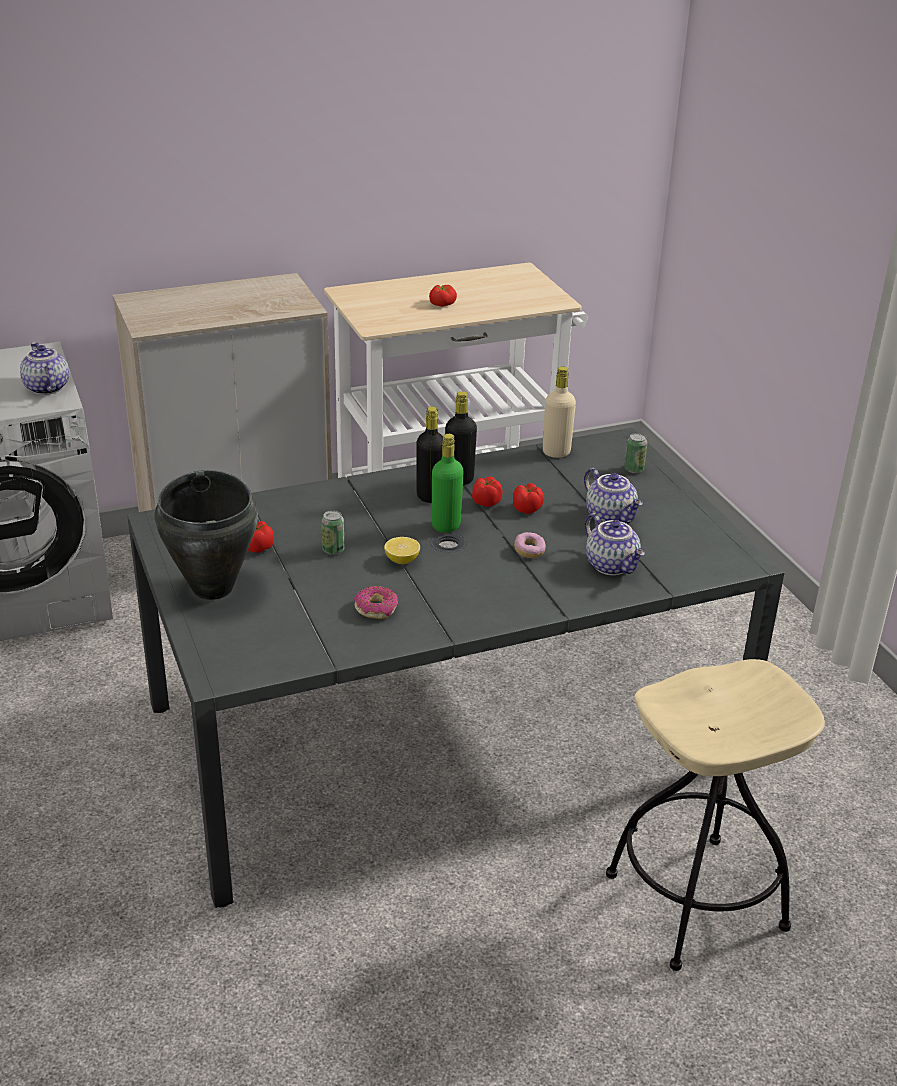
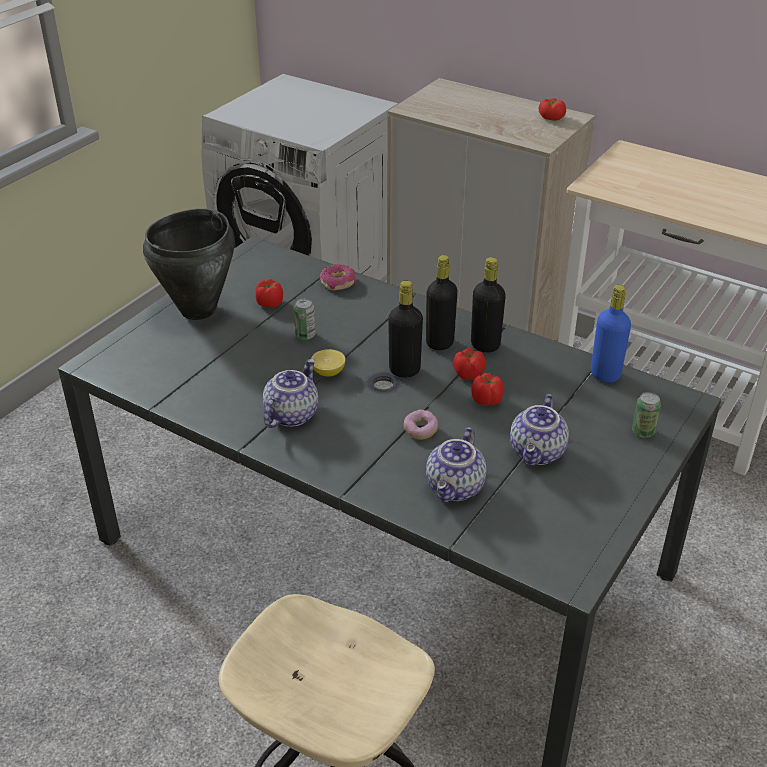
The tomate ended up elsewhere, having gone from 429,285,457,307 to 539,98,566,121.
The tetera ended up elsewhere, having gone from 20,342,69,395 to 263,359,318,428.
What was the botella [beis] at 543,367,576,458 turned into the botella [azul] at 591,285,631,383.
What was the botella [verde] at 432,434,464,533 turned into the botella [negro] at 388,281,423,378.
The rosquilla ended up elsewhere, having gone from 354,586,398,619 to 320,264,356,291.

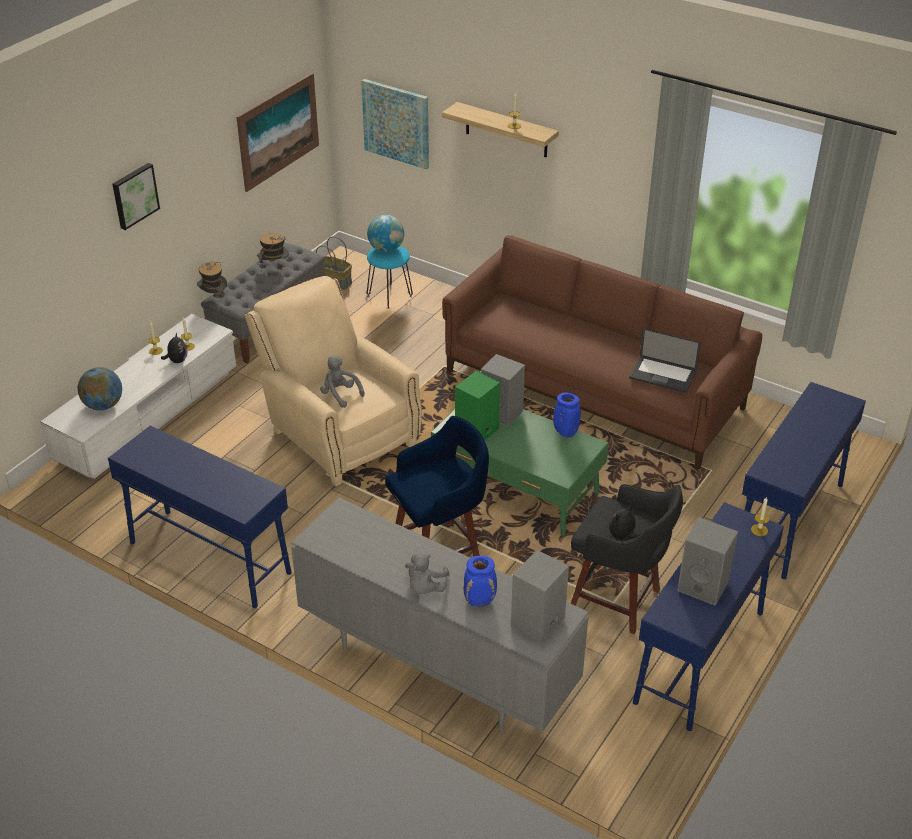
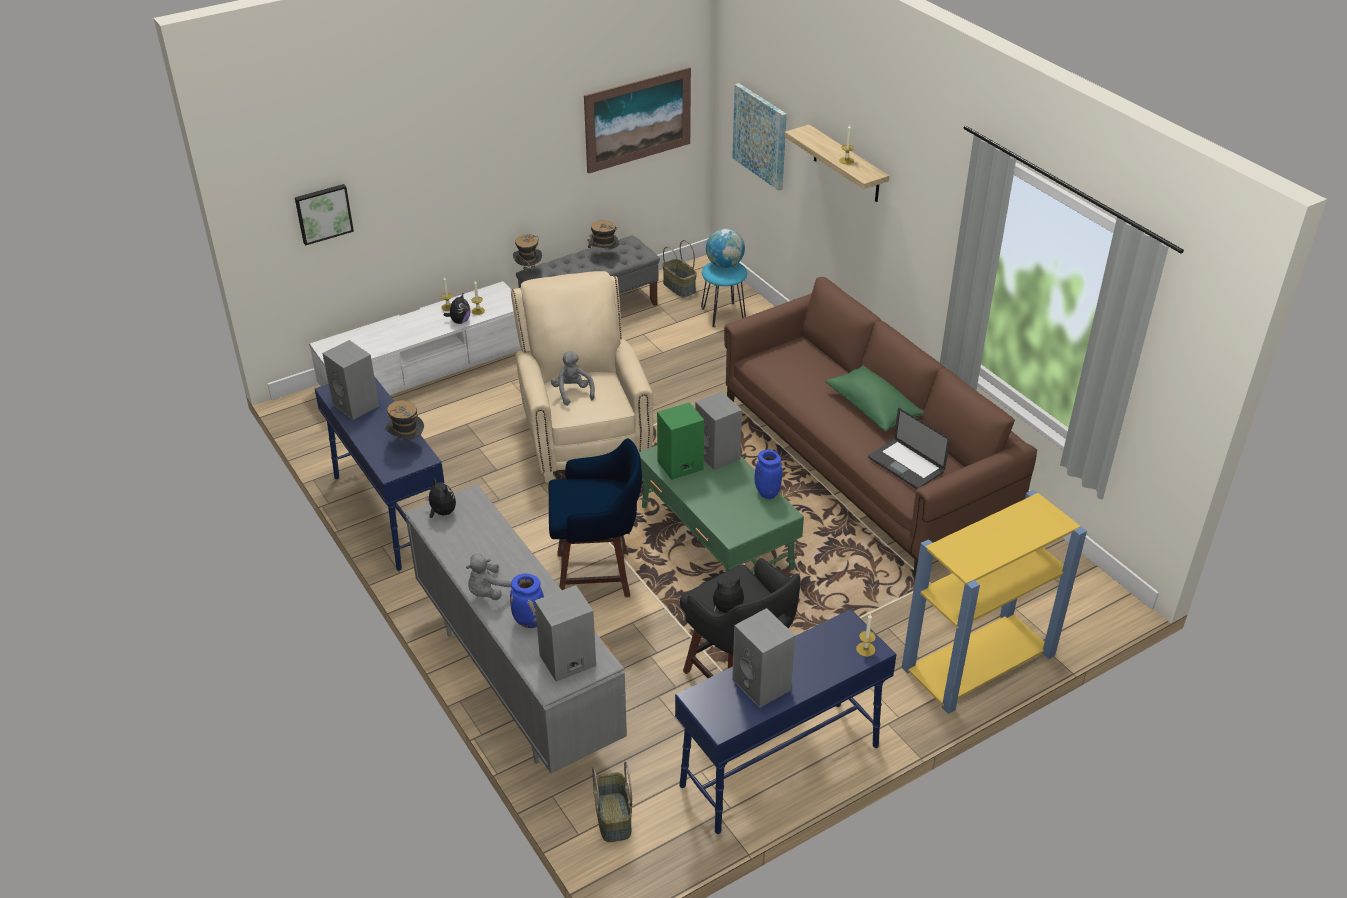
The cuadro ended up elsewhere, having gone from 112,163,160,230 to 295,184,354,245.
The second view lost the globo terráqueo at 78,367,122,410.
Where the mesa consola [azul] stood at 742,382,866,579, the estantería [amarillo] came to stand at 901,490,1087,714.
The second view gained the altavoz [gris] at 322,340,379,420.
The second view gained the cojín [verde] at 825,366,924,432.
The second view gained the sombrero at 385,400,424,440.
The second view gained the peluche at 425,478,456,518.
The second view gained the cesta at 592,762,632,842.

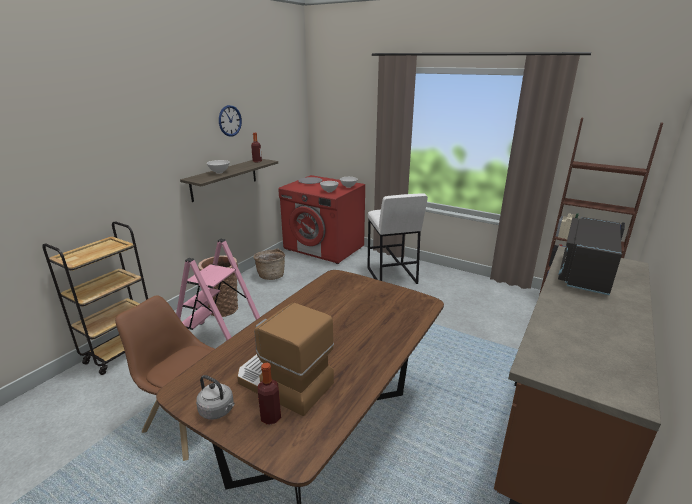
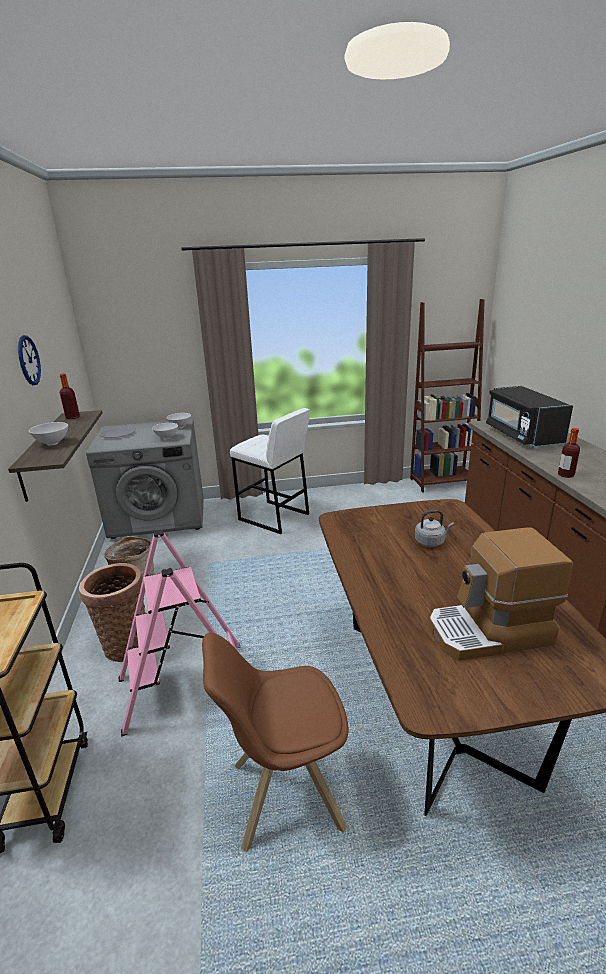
What was the lavadora [rojo] at 278,175,365,264 turned into the lavadora [gris] at 86,419,204,539.
The botella ended up elsewhere, having gone from 258,363,281,425 to 558,428,580,478.
The hervidor [gris] ended up elsewhere, having gone from 196,375,235,420 to 415,510,454,547.

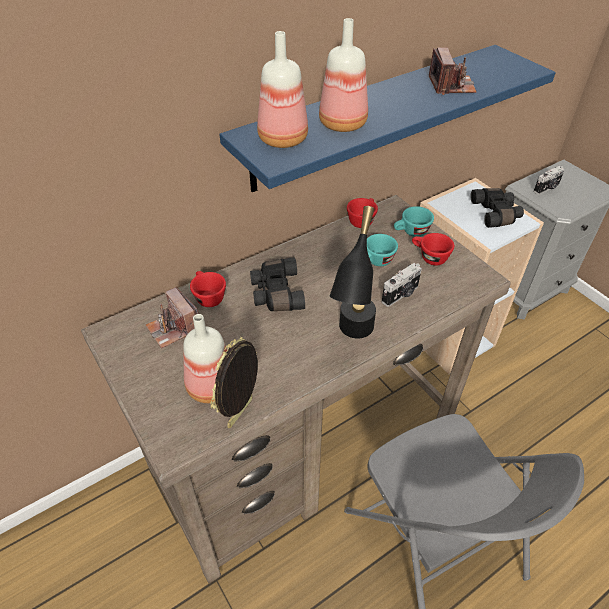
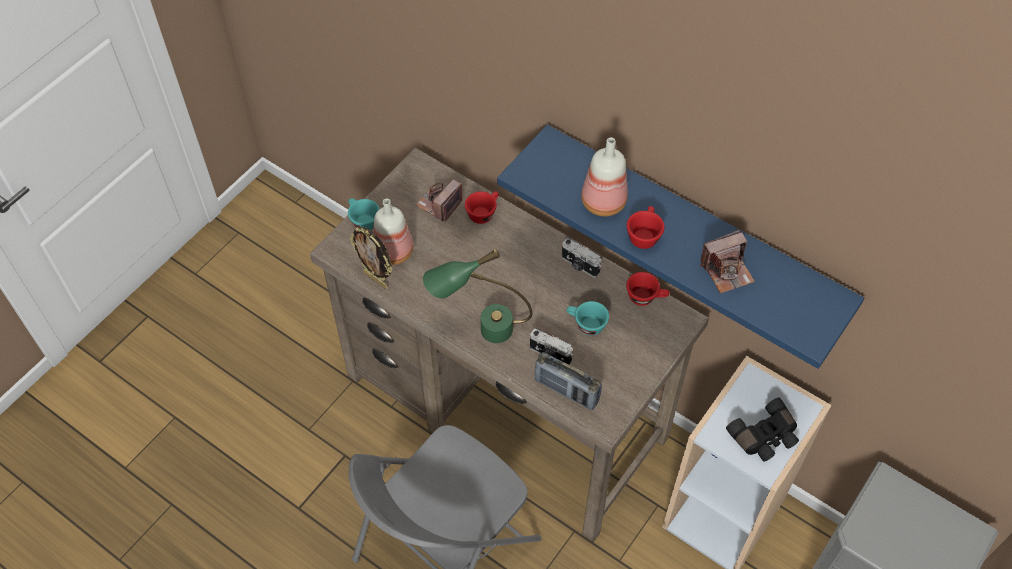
The second view lost the botella at 257,31,308,148.
The cámara ended up elsewhere, having gone from 533,166,565,195 to 562,238,601,277.
What was the lámpara de mesa [negro] at 330,206,376,339 turned into the lámpara de mesa [verde] at 423,249,533,343.
The taza [turquesa] ended up elsewhere, having gone from 394,206,434,237 to 348,198,380,230.
The taza [rojo] ended up elsewhere, having gone from 412,233,454,265 to 627,206,664,249.
The second view lost the prismáticos [negro] at 250,257,305,311.
The portarretratos at 210,337,258,428 ended up facing another way, 150 degrees counterclockwise from before.
The second view gained the radio at 535,352,602,410.

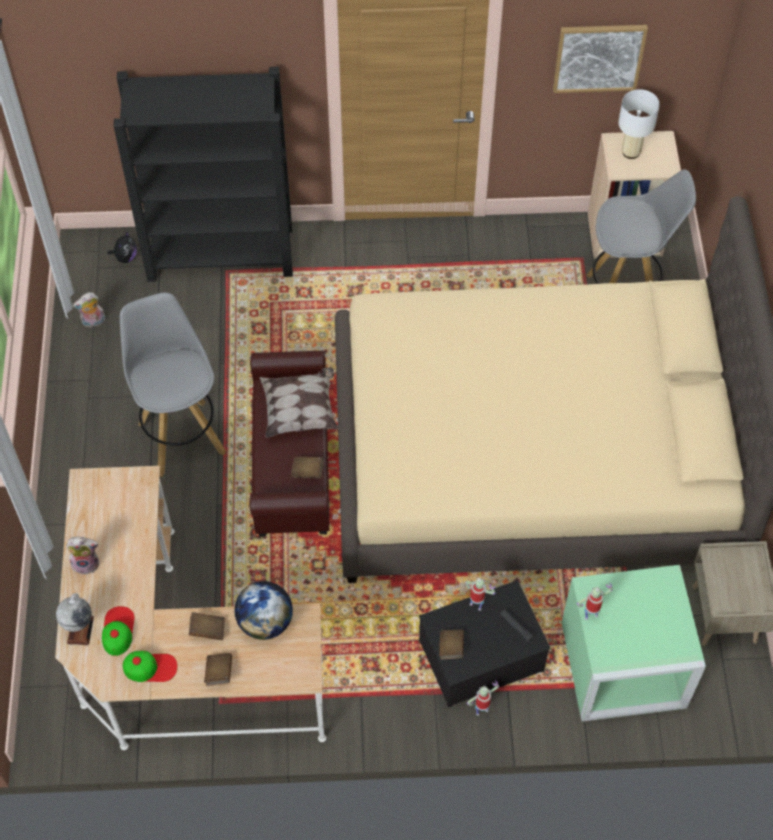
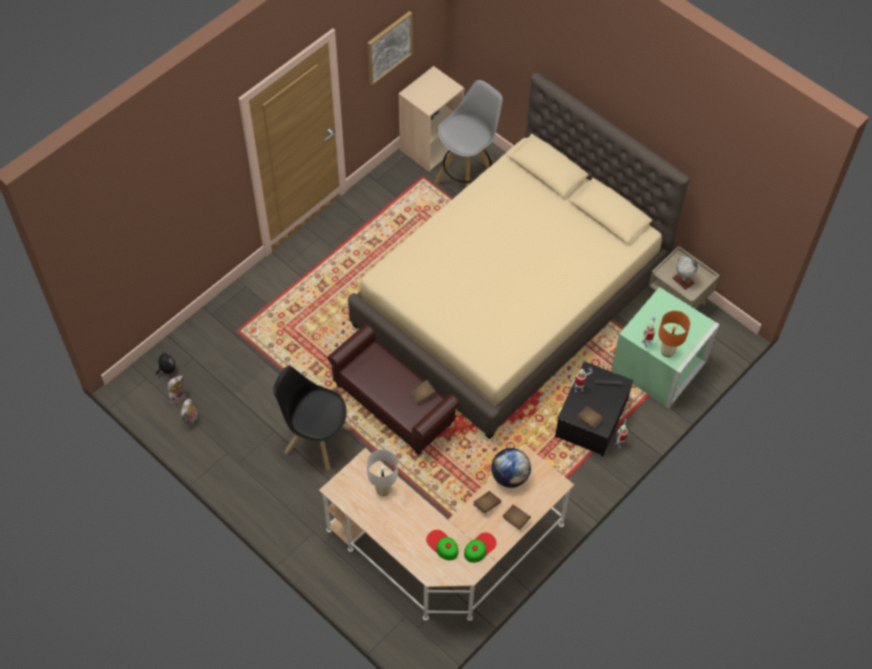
The second view lost the estantería [negro] at 113,67,293,282.
The lámpara de mesa [blanco] ended up elsewhere, having gone from 618,89,660,159 to 367,449,398,496.
Where the taburete [gris] stood at 120,292,226,477, the silla [negro] came to stand at 273,366,352,471.
The second view lost the cojín at 259,368,339,438.
The peluche ended up elsewhere, having gone from 66,537,100,575 to 168,376,186,404.
The globo terráqueo ended up elsewhere, having gone from 56,593,94,645 to 672,256,698,290.
The second view gained the lámpara de mesa [naranja] at 658,311,690,357.

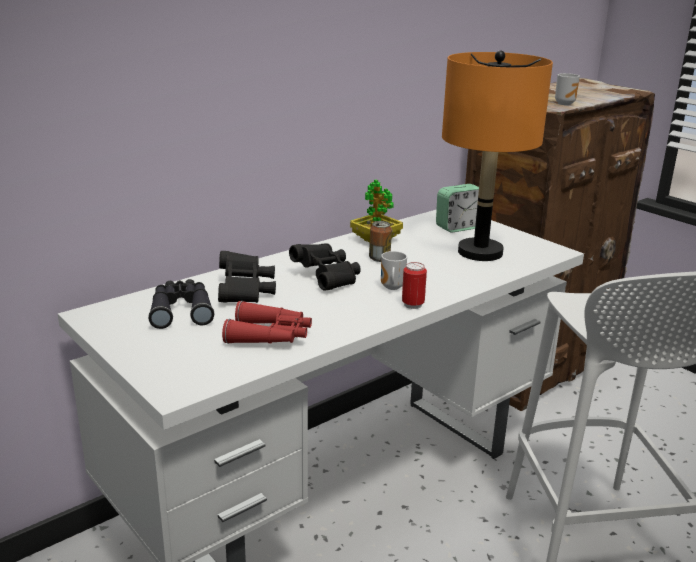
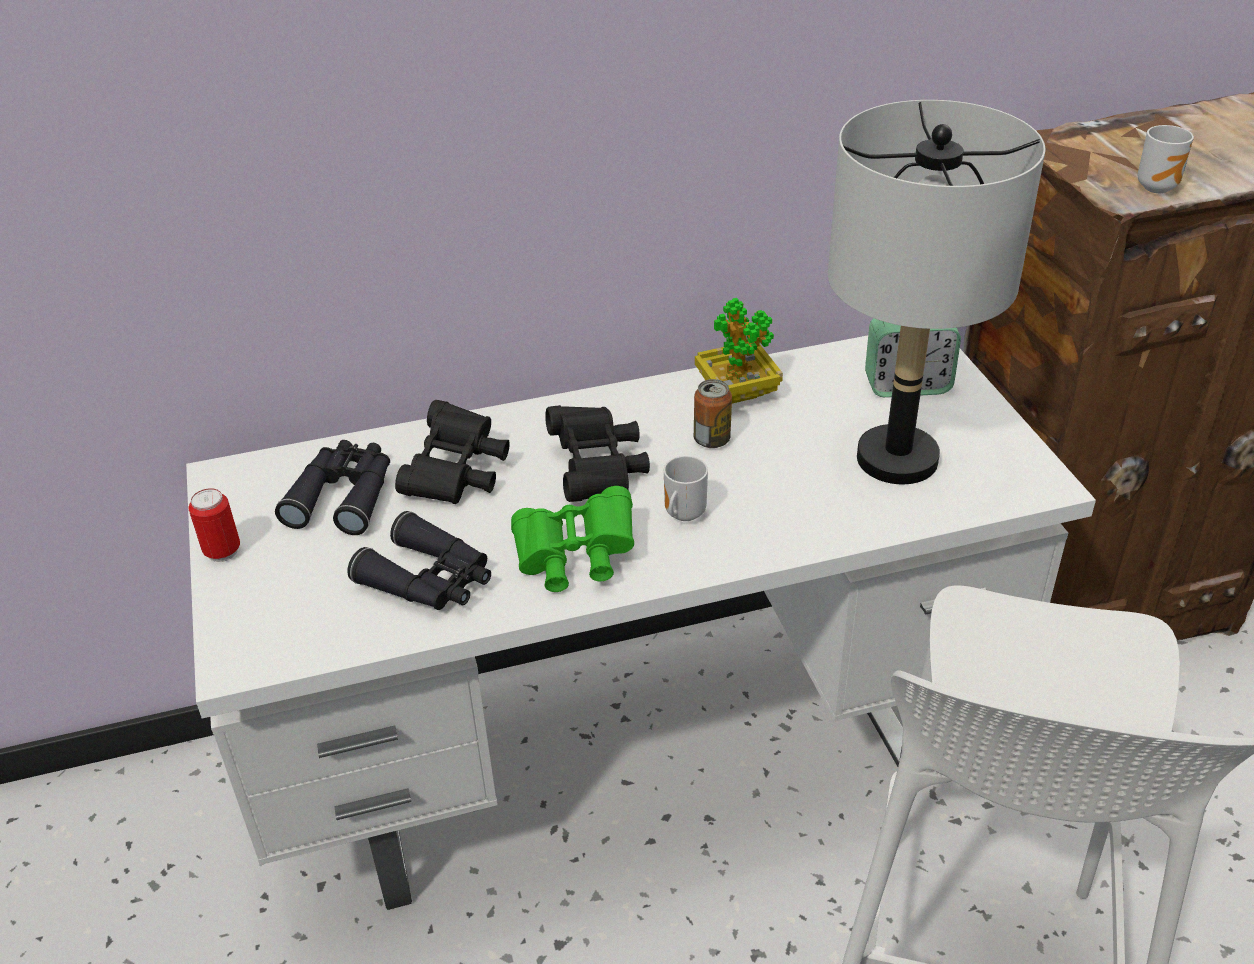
What was the lámpara de mesa [naranja] at 442,51,553,261 turned into the lámpara de mesa [gris] at 828,100,1046,484.
The lata ended up elsewhere, having gone from 402,262,427,309 to 188,488,240,562.
What was the prismáticos [rojo] at 222,301,312,344 turned into the prismáticos [negro] at 347,511,491,610.
The second view gained the prismáticos [verde] at 511,486,634,592.

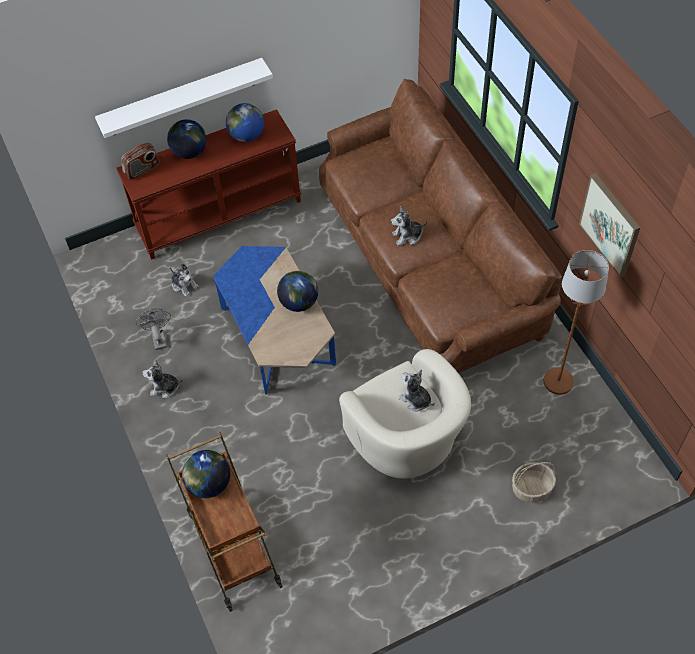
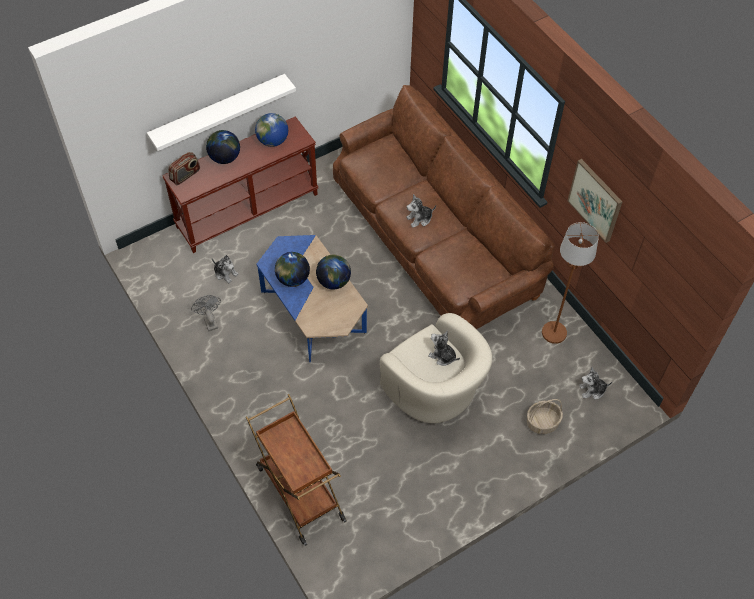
The peluche ended up elsewhere, having gone from 142,360,183,398 to 579,367,613,400.
The globo terráqueo ended up elsewhere, having gone from 182,450,230,498 to 275,252,310,287.

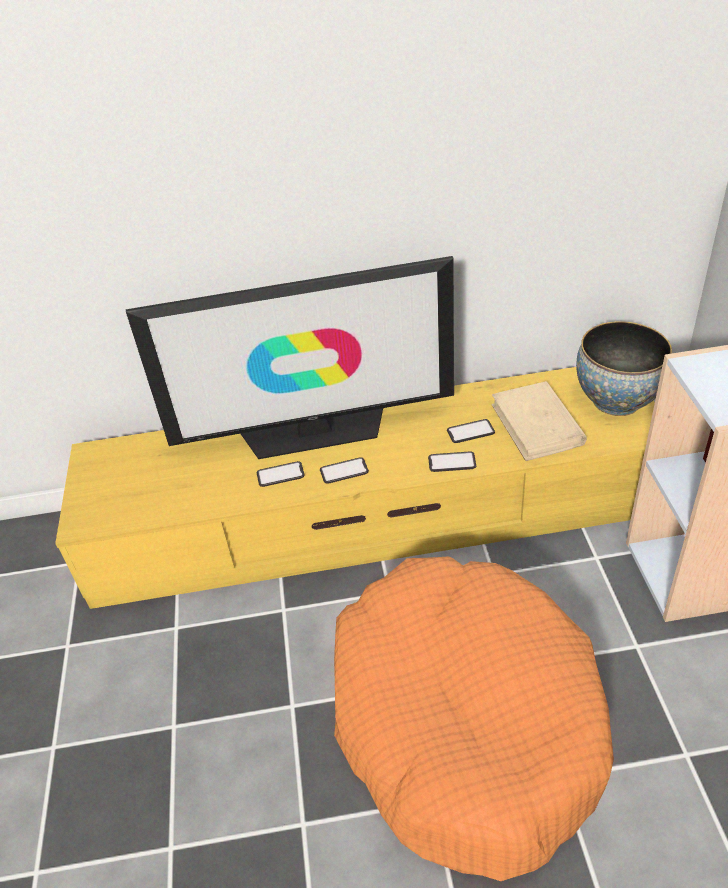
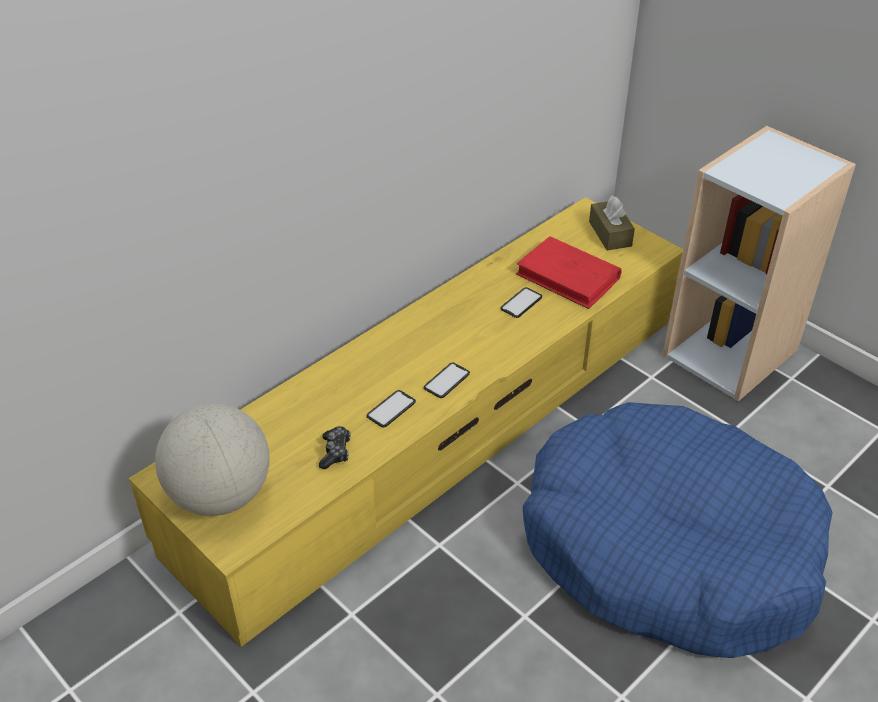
The second view lost the televisor at 126,256,454,459.
Where the cuenco stood at 576,321,672,416, the caja de pañuelos [marrón] came to stand at 589,196,635,250.
What was the libro [beis] at 492,381,587,461 turned into the libro [rojo] at 516,236,622,309.
The second view lost the móvil at 428,451,476,472.
What was the cama para perro [naranja] at 334,557,614,881 turned into the cama para perro [azul] at 522,402,833,658.
The second view gained the globo terráqueo at 155,403,270,516.
The second view gained the mando de consola at 319,426,351,469.

